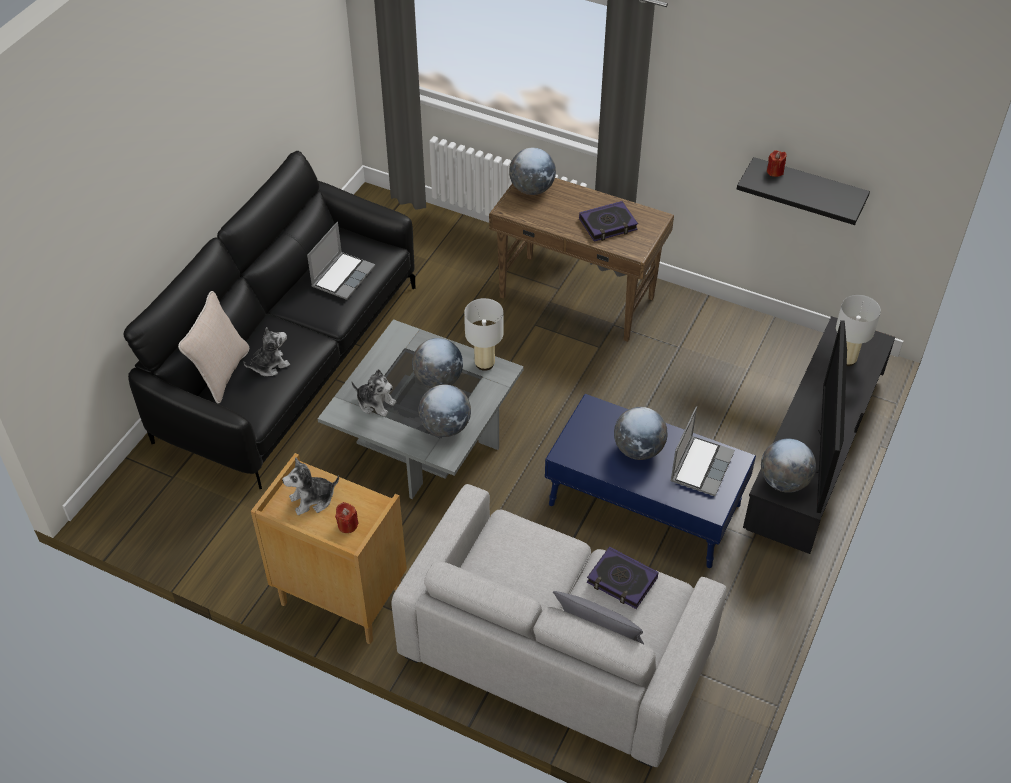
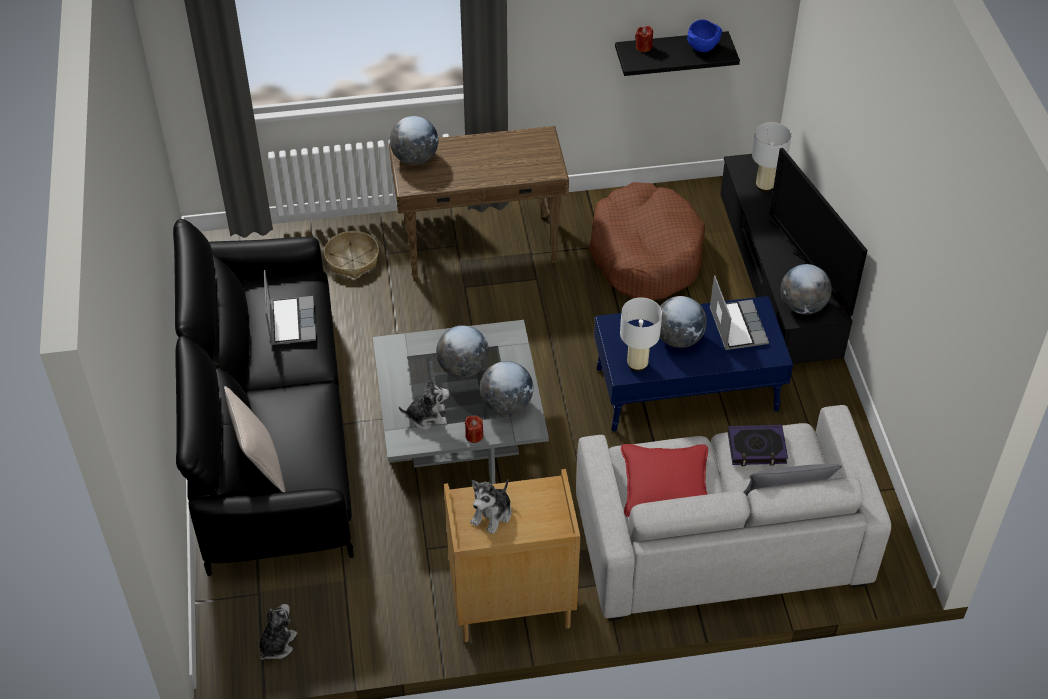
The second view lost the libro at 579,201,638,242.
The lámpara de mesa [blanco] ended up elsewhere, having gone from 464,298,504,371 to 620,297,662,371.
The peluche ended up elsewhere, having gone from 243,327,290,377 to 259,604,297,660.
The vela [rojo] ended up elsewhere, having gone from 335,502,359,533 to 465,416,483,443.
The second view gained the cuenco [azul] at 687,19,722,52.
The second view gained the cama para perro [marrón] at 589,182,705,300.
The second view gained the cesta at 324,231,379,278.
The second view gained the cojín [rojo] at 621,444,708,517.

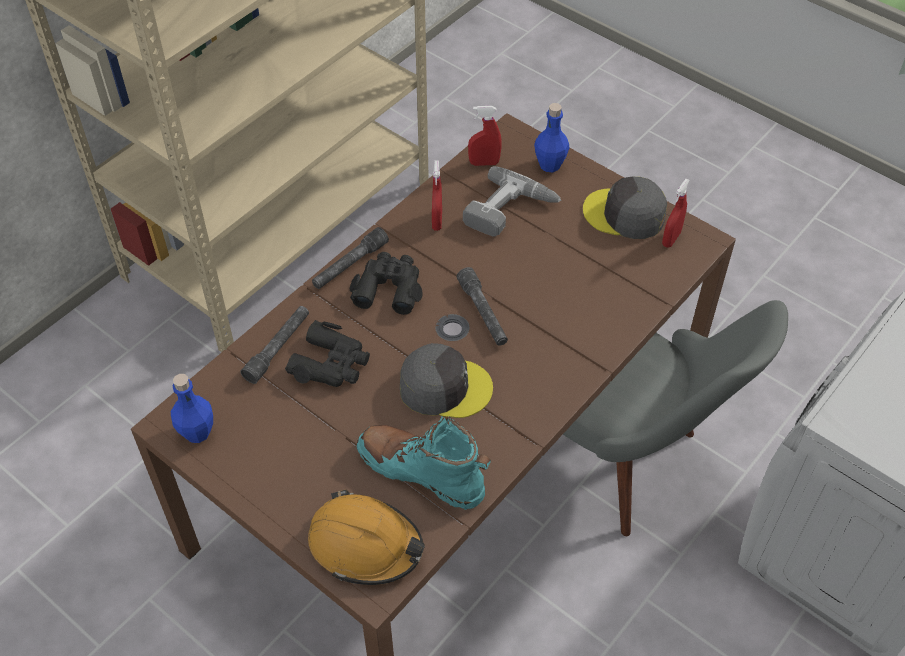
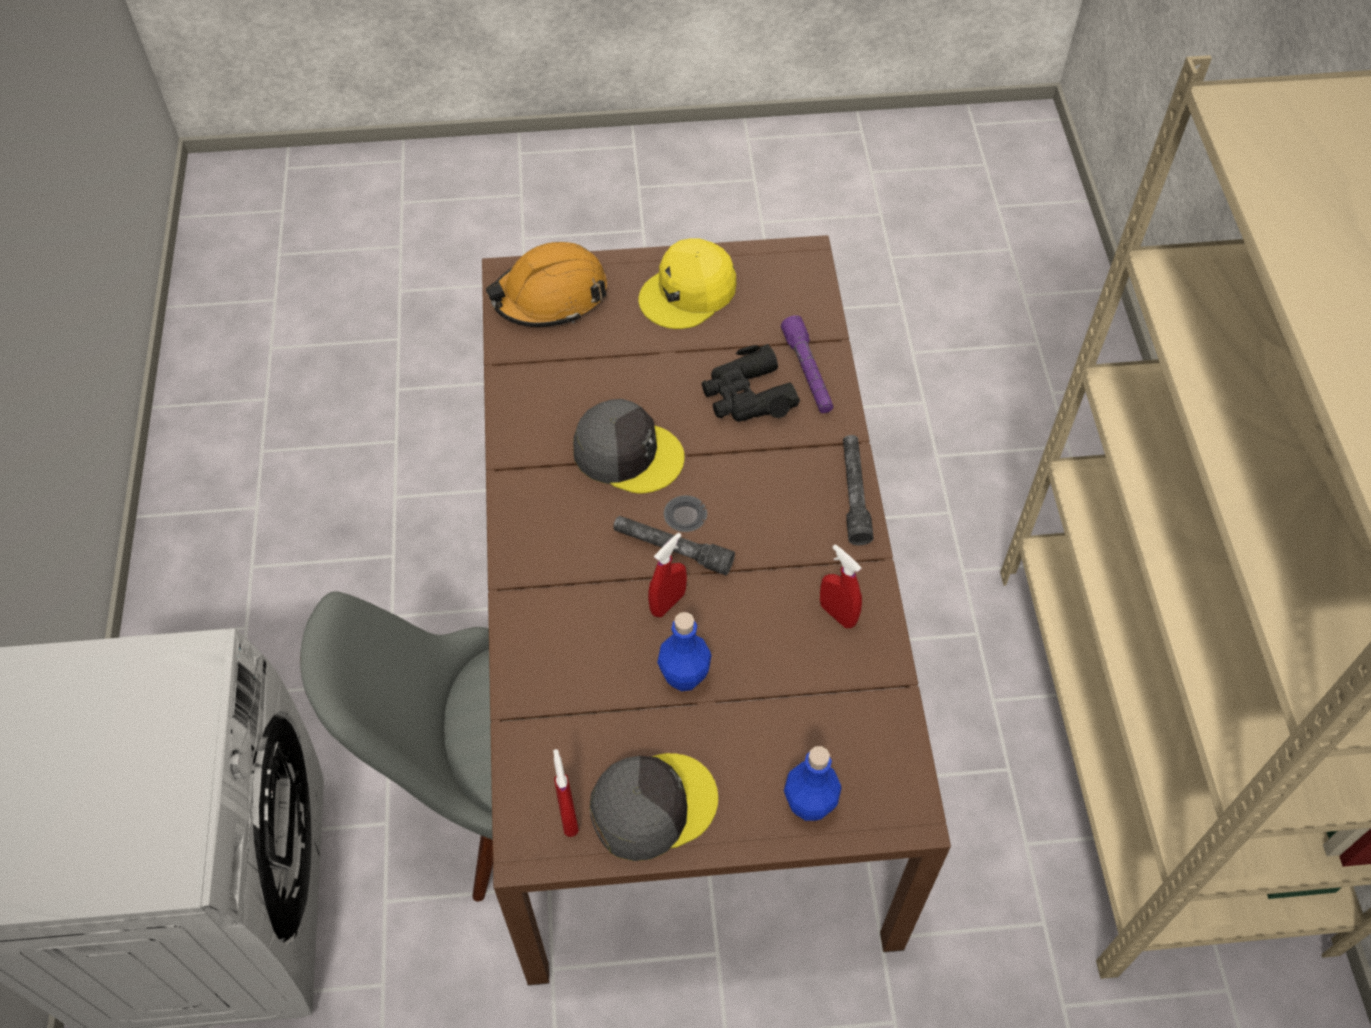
The pulverizador [rojo] ended up elsewhere, having gone from 468,106,502,166 to 648,533,687,617.
The second view lost the taladro at 463,166,561,237.
The second view lost the prismáticos [negro] at 350,252,423,315.
What was the linterna [gris] at 240,306,309,384 turned into the linterna [morado] at 781,315,834,413.
The gorra [gris] at 400,343,493,418 ended up facing another way, 120 degrees counterclockwise from before.
The botella [azul] ended up elsewhere, having gone from 171,374,213,443 to 657,612,712,691.
The second view lost the bota [turquesa] at 357,416,491,510.
The second view gained the gorra [amarillo] at 639,239,736,329.

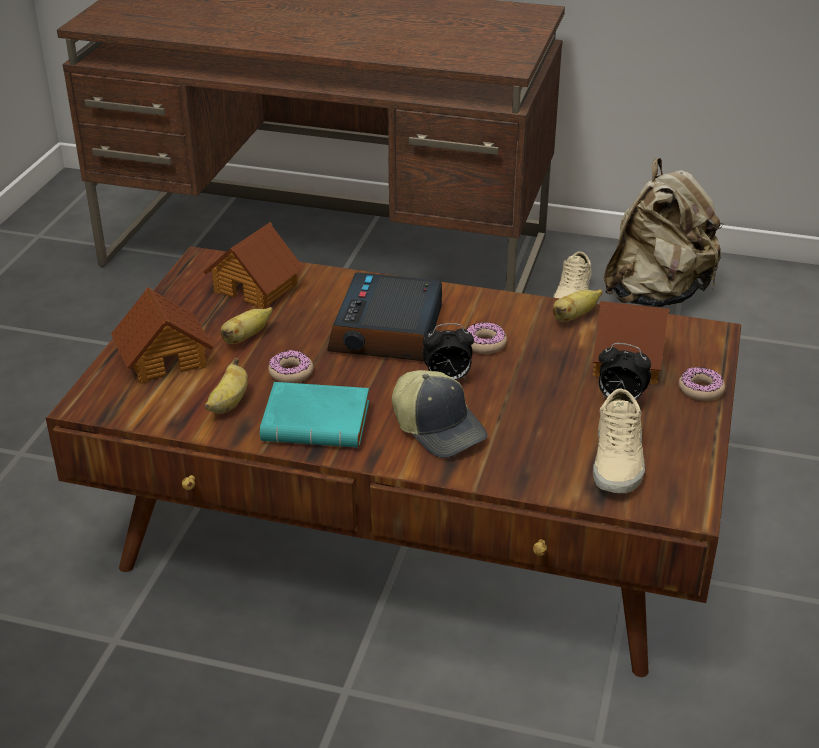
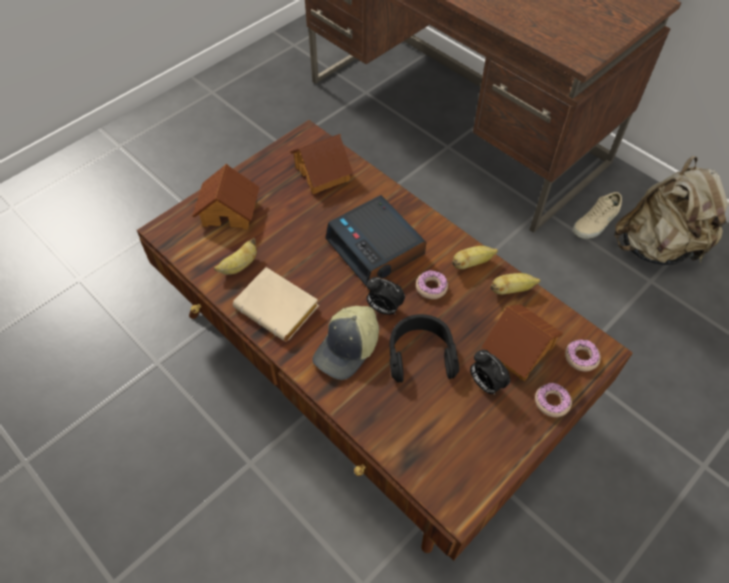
The despertador at 327,272,442,361 ended up facing another way, 75 degrees counterclockwise from before.
The plátano ended up elsewhere, having gone from 220,307,273,344 to 452,246,498,269.
The rosquilla ended up elsewhere, having gone from 268,350,313,383 to 565,340,601,371.
The gorra at 392,370,488,458 ended up facing another way, 45 degrees clockwise from before.
What was the libro [turquesa] at 260,382,369,448 turned into the libro [beis] at 233,267,319,342.
The second view lost the zapato [beis] at 593,388,645,493.
The second view gained the auriculares [negro] at 390,314,459,383.

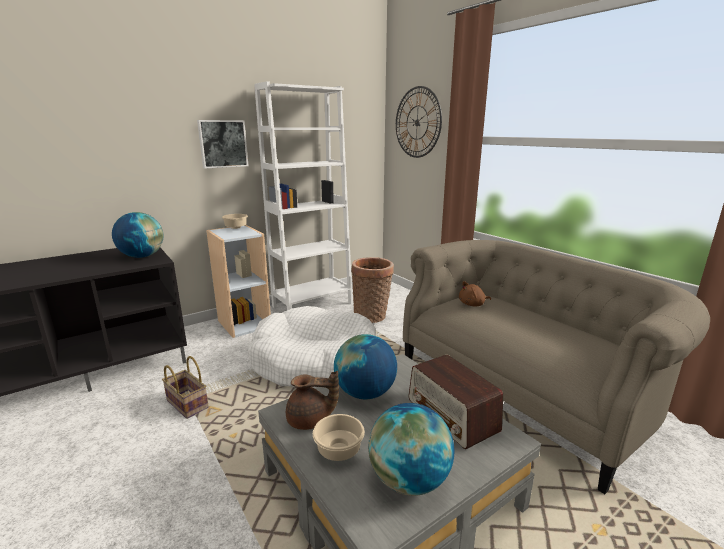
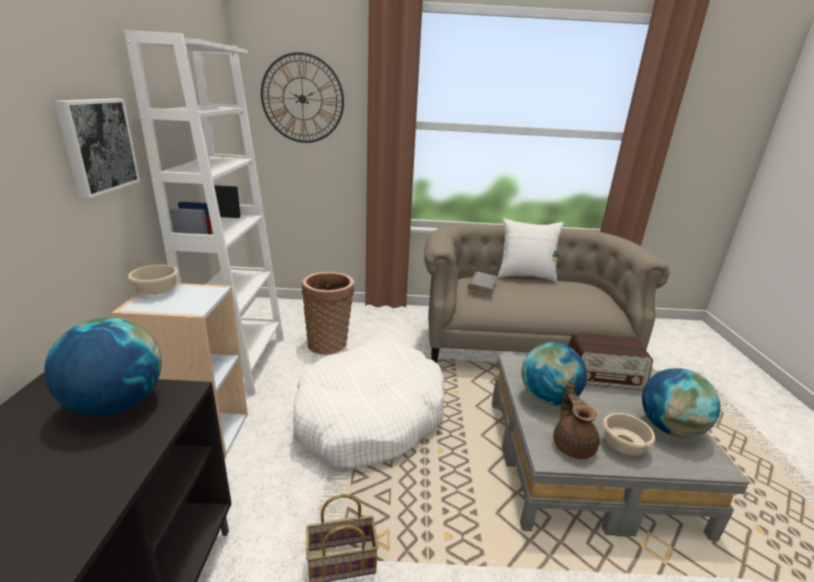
Where the peluche [marrón] stood at 459,281,491,307, the libro [gris] came to stand at 468,272,498,297.
The tetera [marrón] at 286,371,339,430 ended up facing another way, 45 degrees counterclockwise from before.
The second view gained the cojín [blanco] at 498,218,564,283.

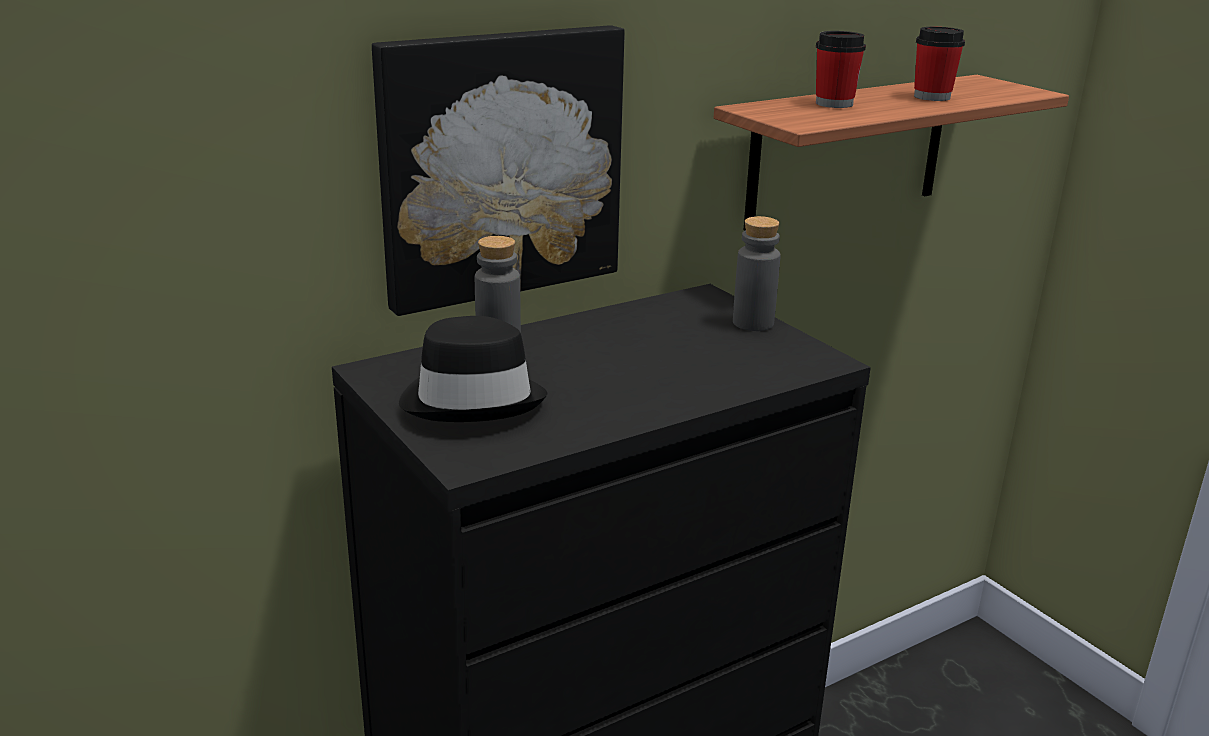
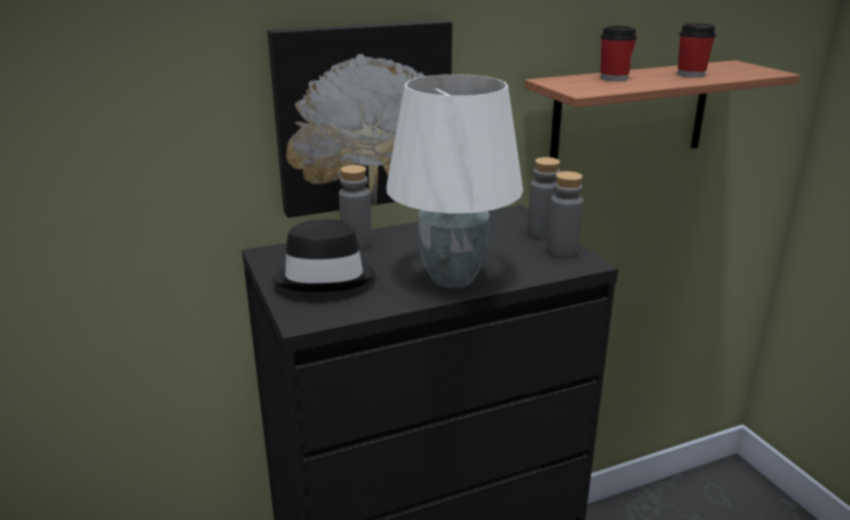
The second view gained the lámpara de mesa [blanco] at 386,74,523,288.
The second view gained the botella [gris] at 547,171,583,258.

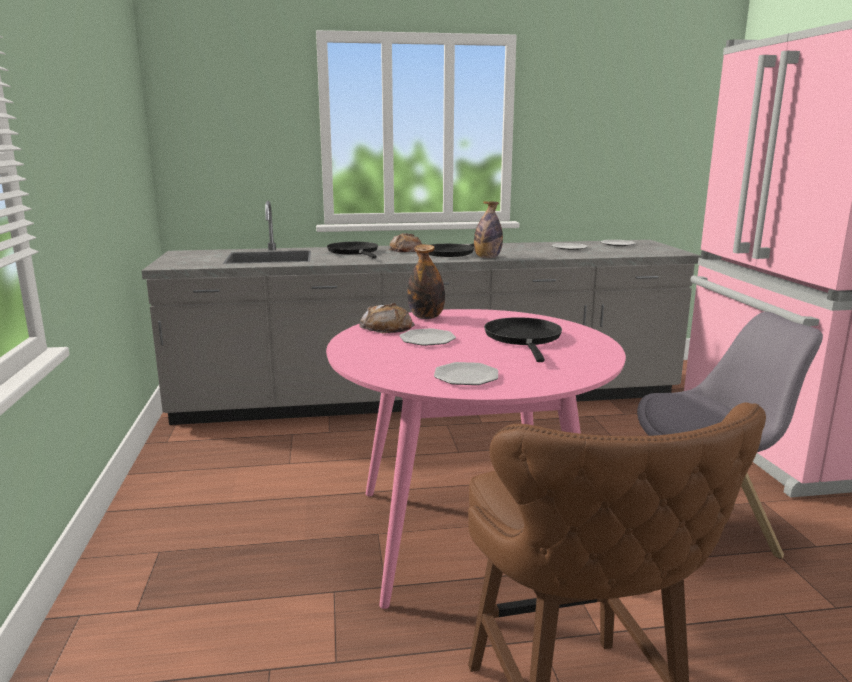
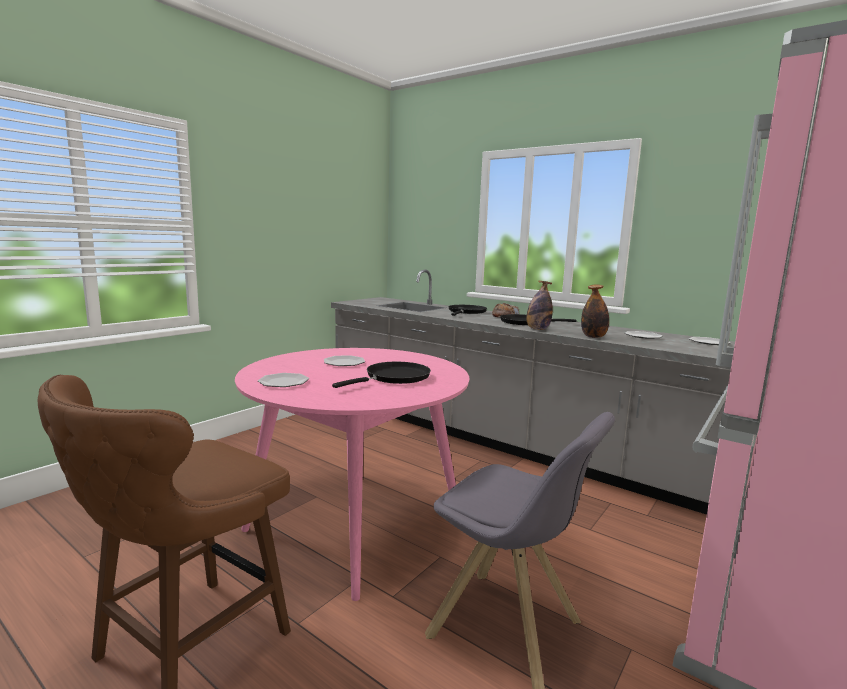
The botella ended up elsewhere, having gone from 407,244,445,319 to 581,285,609,338.
The second view lost the pan at 359,303,415,333.

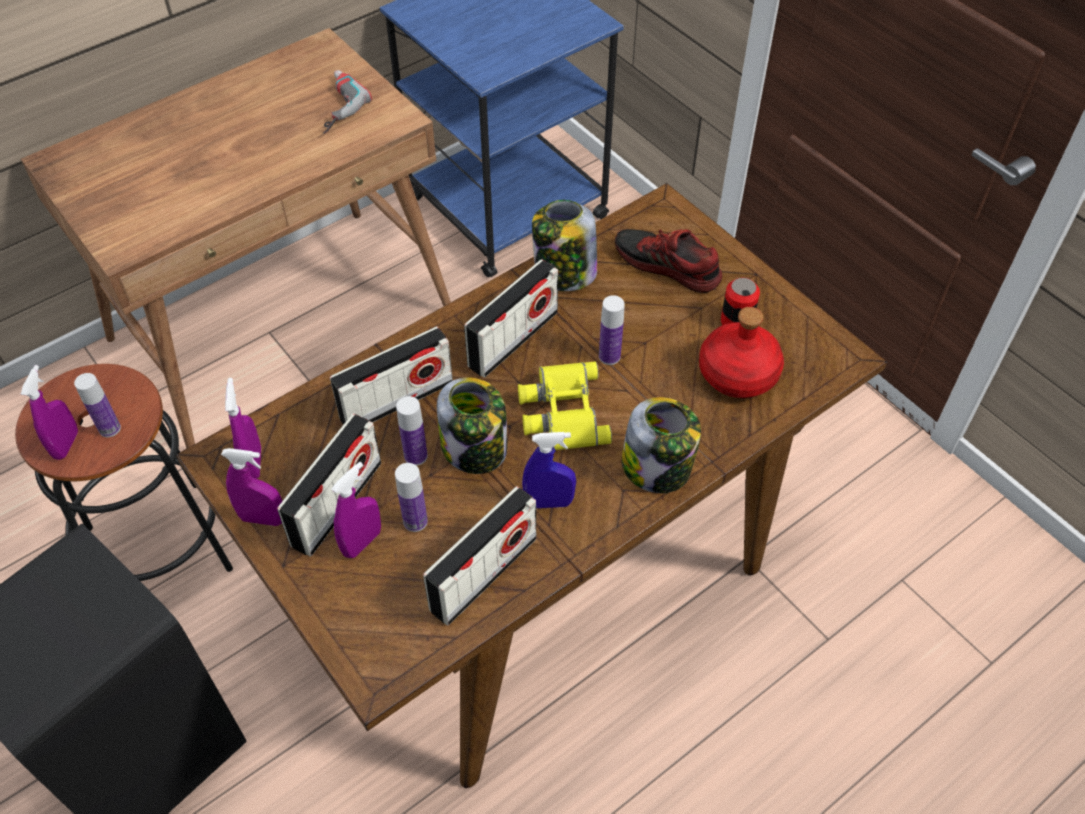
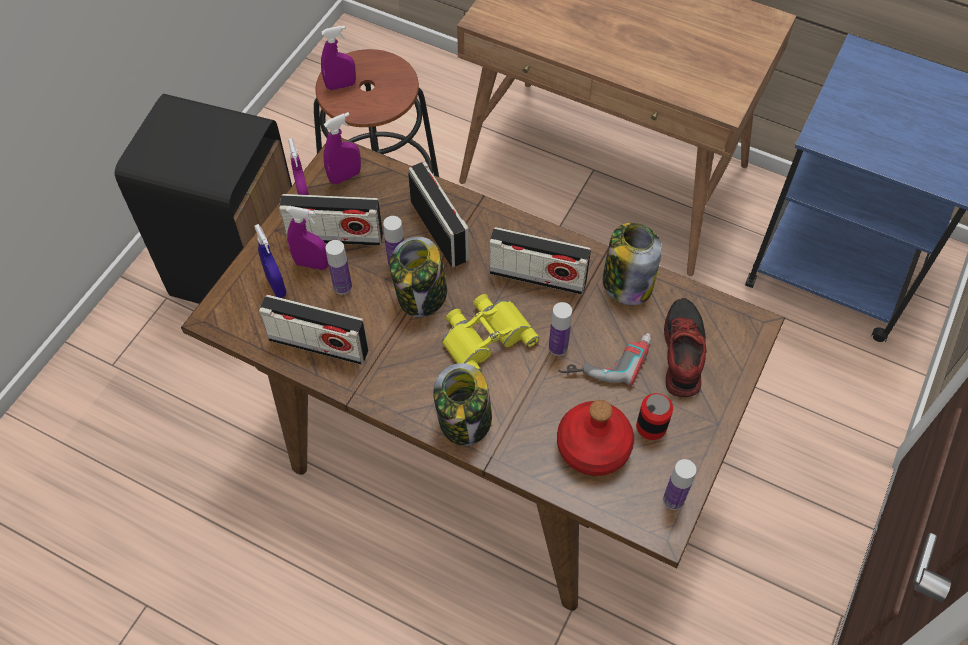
The taladro ended up elsewhere, having gone from 323,70,372,134 to 558,333,651,386.
The radio at 330,326,453,424 ended up facing another way, 150 degrees counterclockwise from before.
The botella ended up elsewhere, having gone from 74,373,121,437 to 663,459,696,510.
The pulverizador [azul] ended up elsewhere, having gone from 522,432,576,508 to 254,224,287,298.

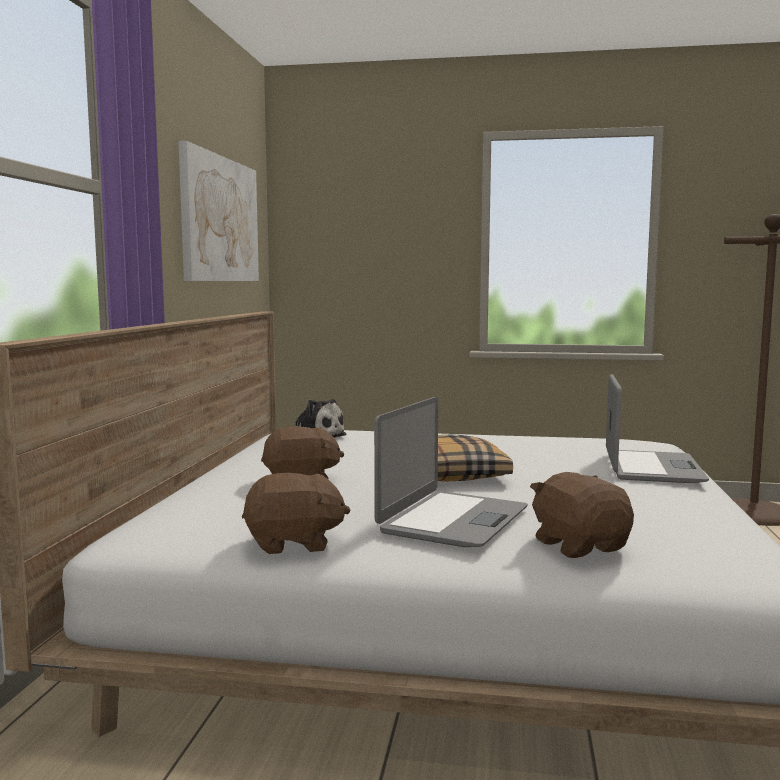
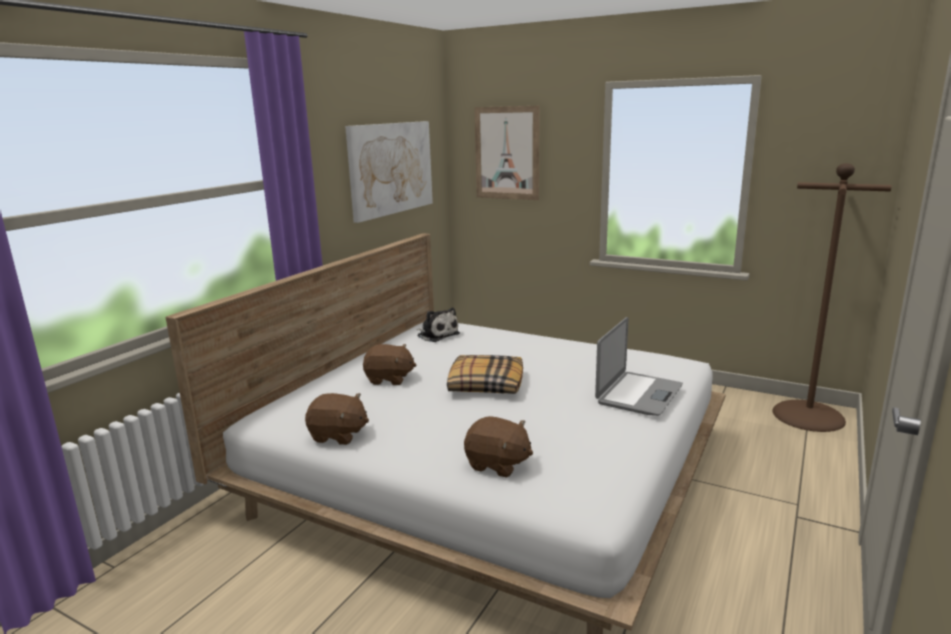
The second view lost the portátil at 374,397,528,547.
The peluche [marrón] at 530,472,634,558 ended up facing another way, 120 degrees clockwise from before.
The second view gained the cuadro at 474,106,540,200.

